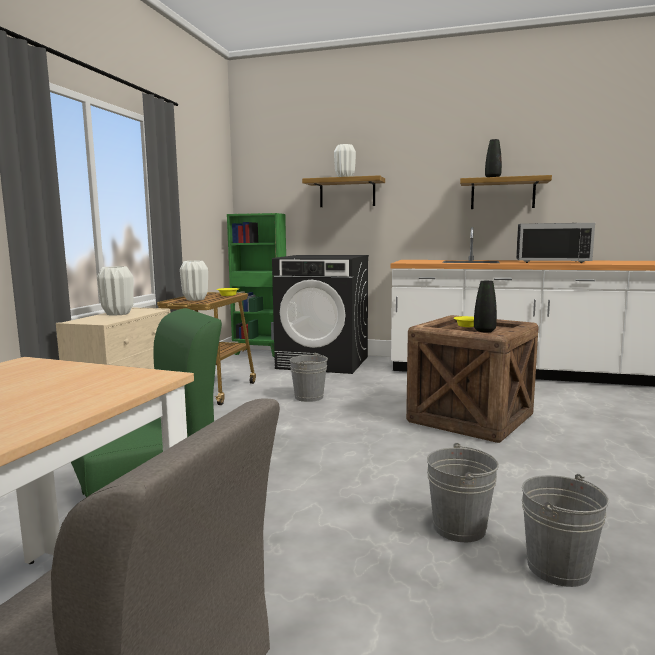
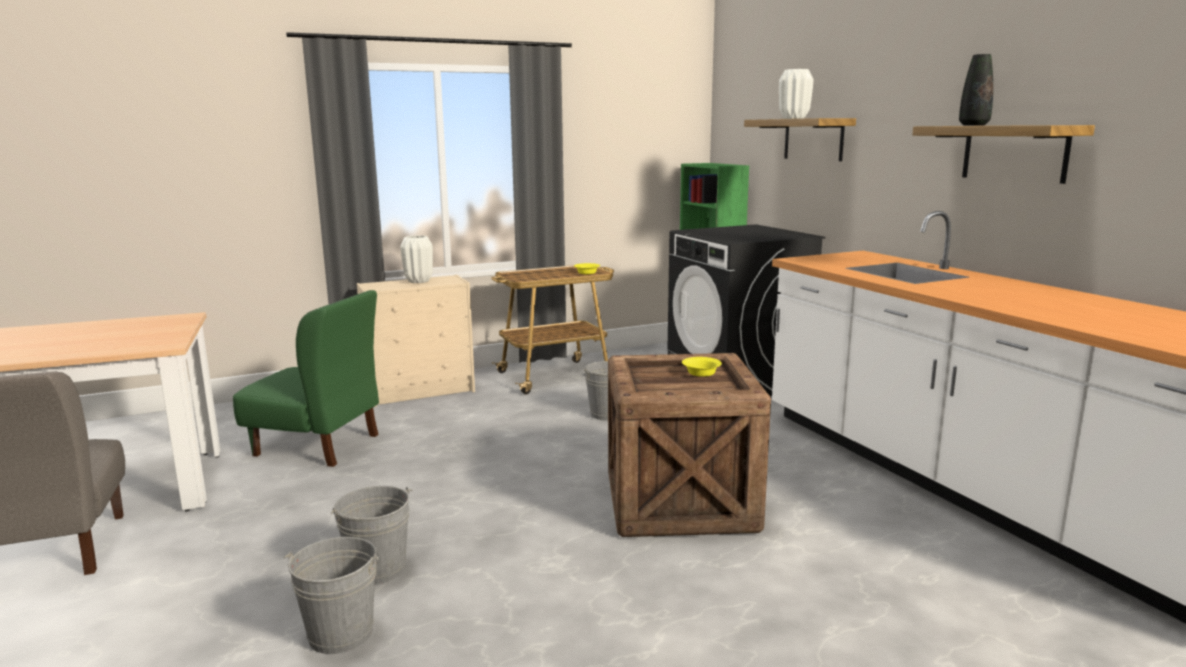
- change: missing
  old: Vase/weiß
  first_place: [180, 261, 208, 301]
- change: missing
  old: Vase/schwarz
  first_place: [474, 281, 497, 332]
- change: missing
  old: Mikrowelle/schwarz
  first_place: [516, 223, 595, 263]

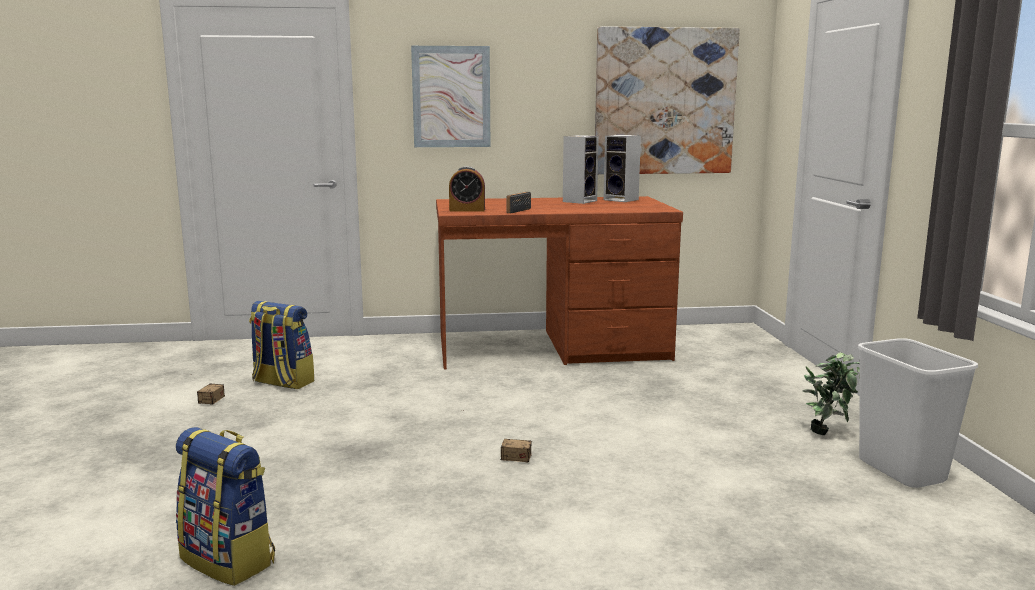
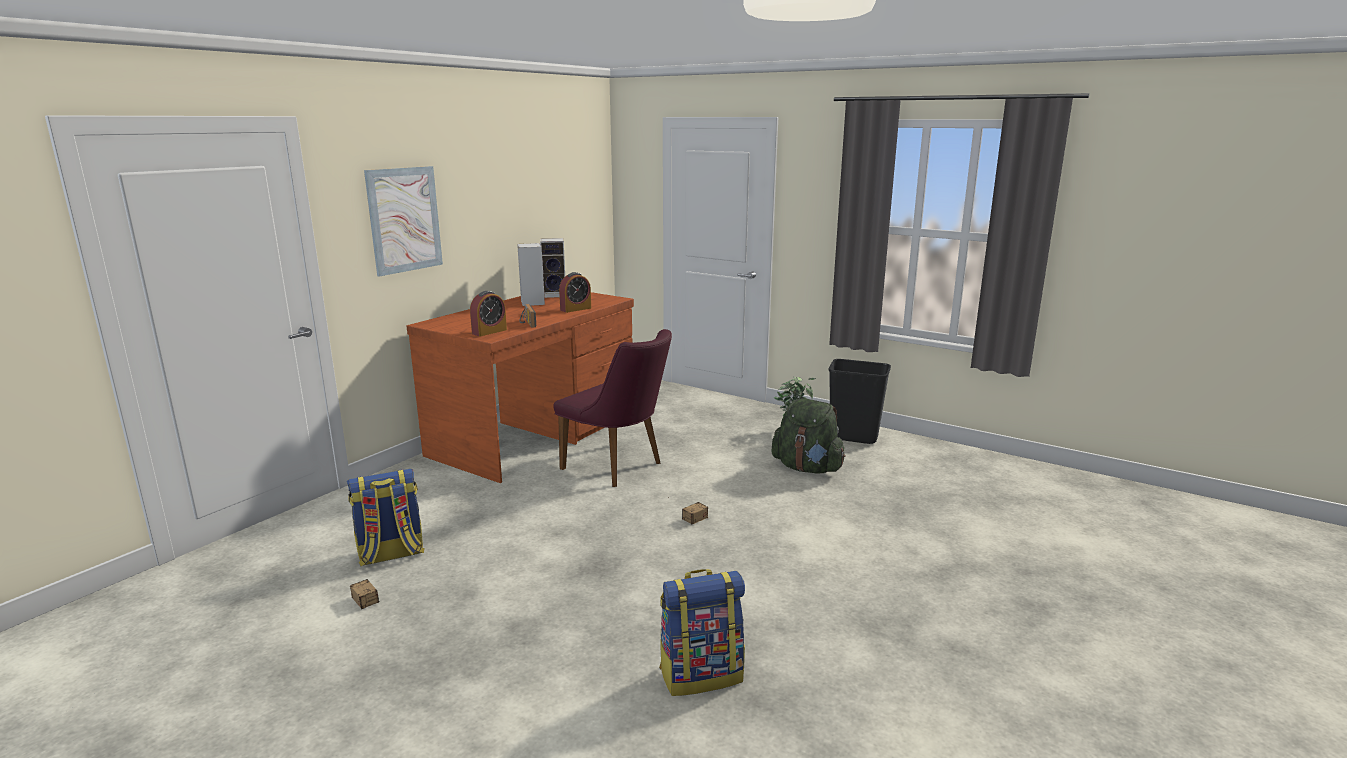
- change: missing
  old: Bild
  first_place: [595, 26, 740, 174]
- change: appeared
  new: Stuhl/lila
  second_place: [553, 329, 672, 487]
- change: appeared
  new: Wecker
  second_place: [559, 272, 591, 313]
- change: appeared
  new: Rucksack/grün
  second_place: [772, 399, 846, 474]
- change: colour
  old: Mülleimer/weiß
  new: Mülleimer/schwarz
  first_place: [858, 338, 978, 488]
  second_place: [828, 359, 891, 444]

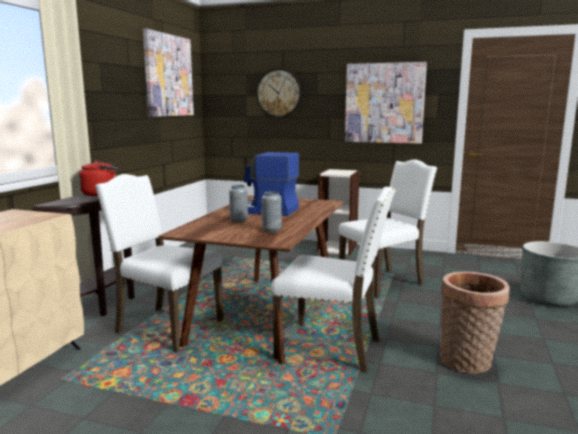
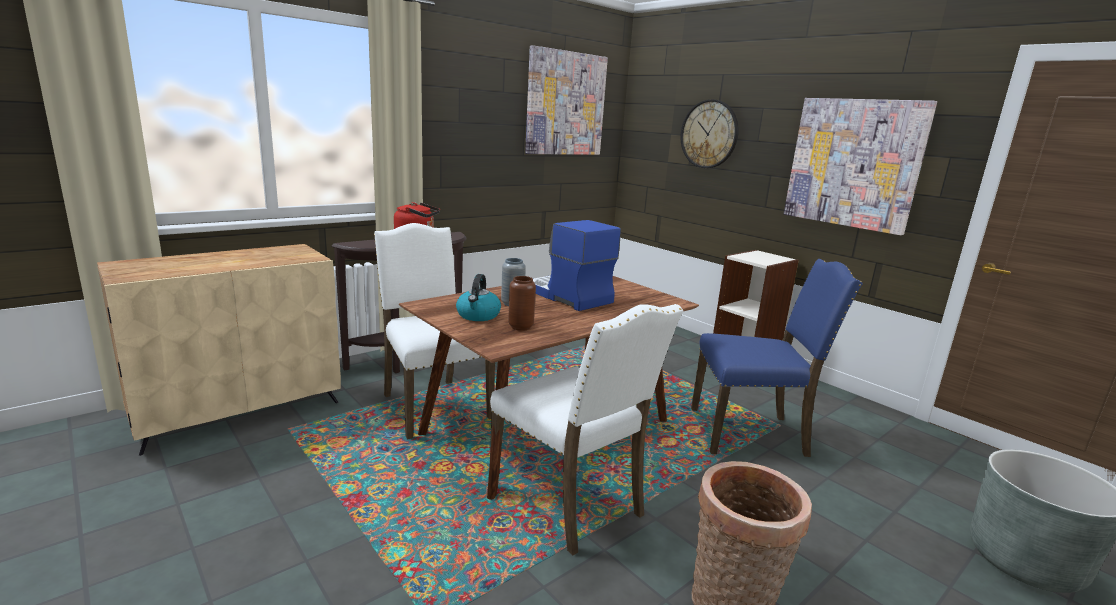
- change: appeared
  new: Wasserkessel
  second_place: [456, 274, 501, 321]
- change: colour
  old: Vase/grau
  new: Vase/braun
  first_place: [262, 191, 282, 232]
  second_place: [508, 276, 536, 331]
- change: colour
  old: Stuhl/weiß
  new: Stuhl/blau
  first_place: [339, 159, 437, 298]
  second_place: [691, 259, 863, 457]

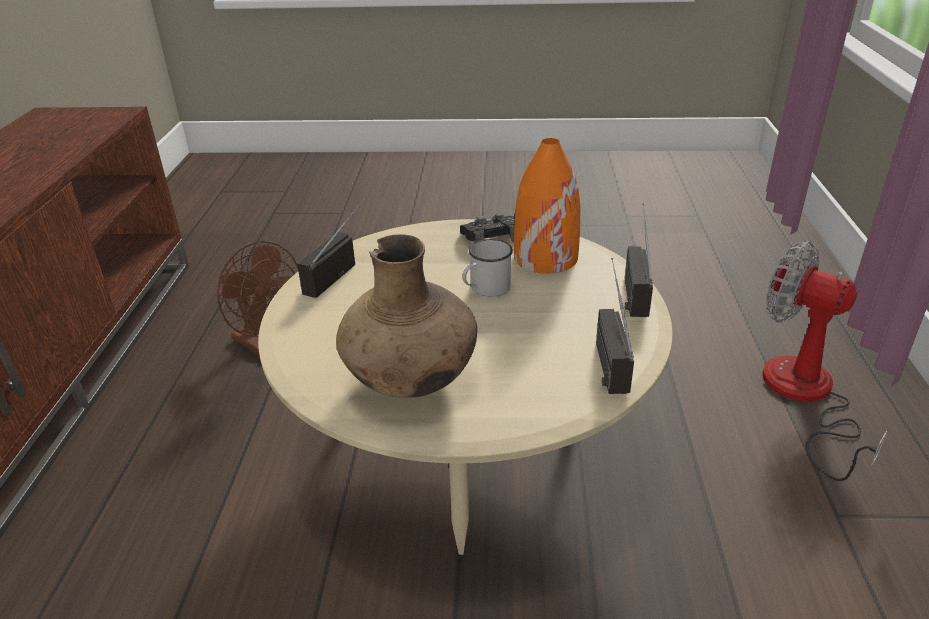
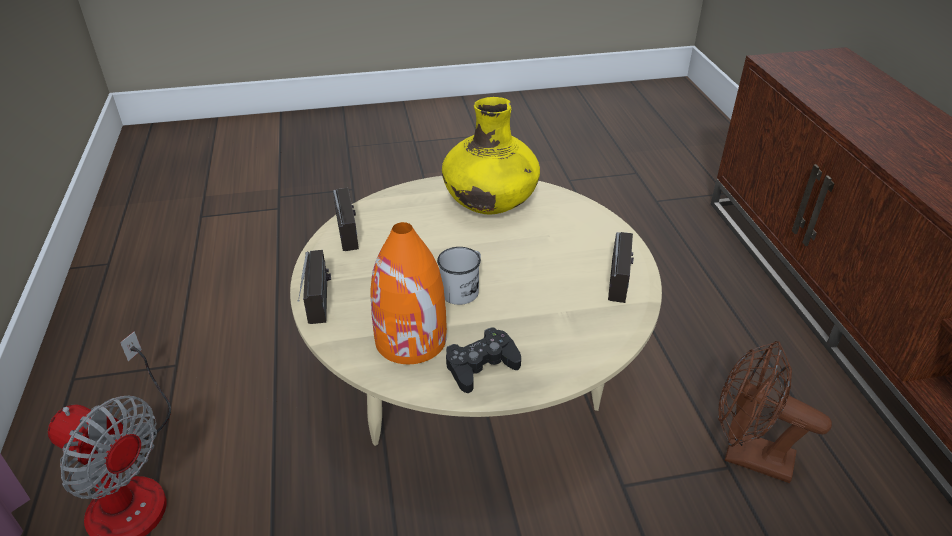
- change: colour
  old: Vase/braun
  new: Vase/gelb
  first_place: [336, 234, 477, 398]
  second_place: [442, 97, 540, 215]

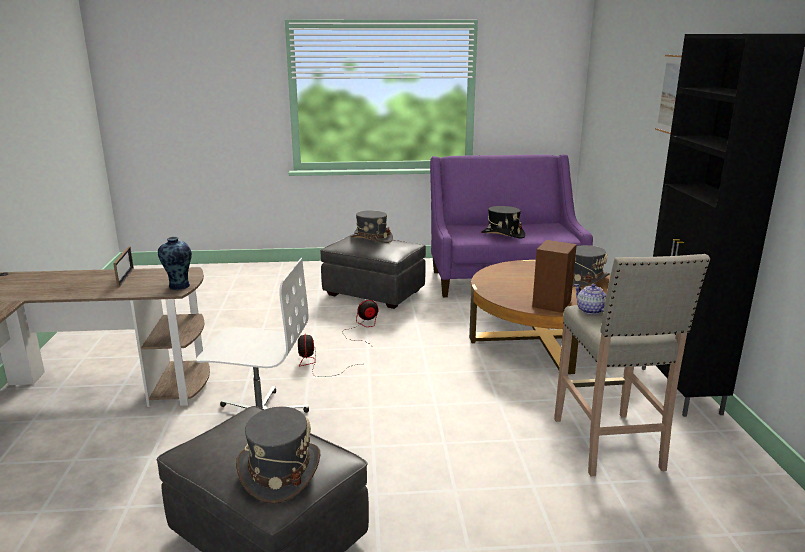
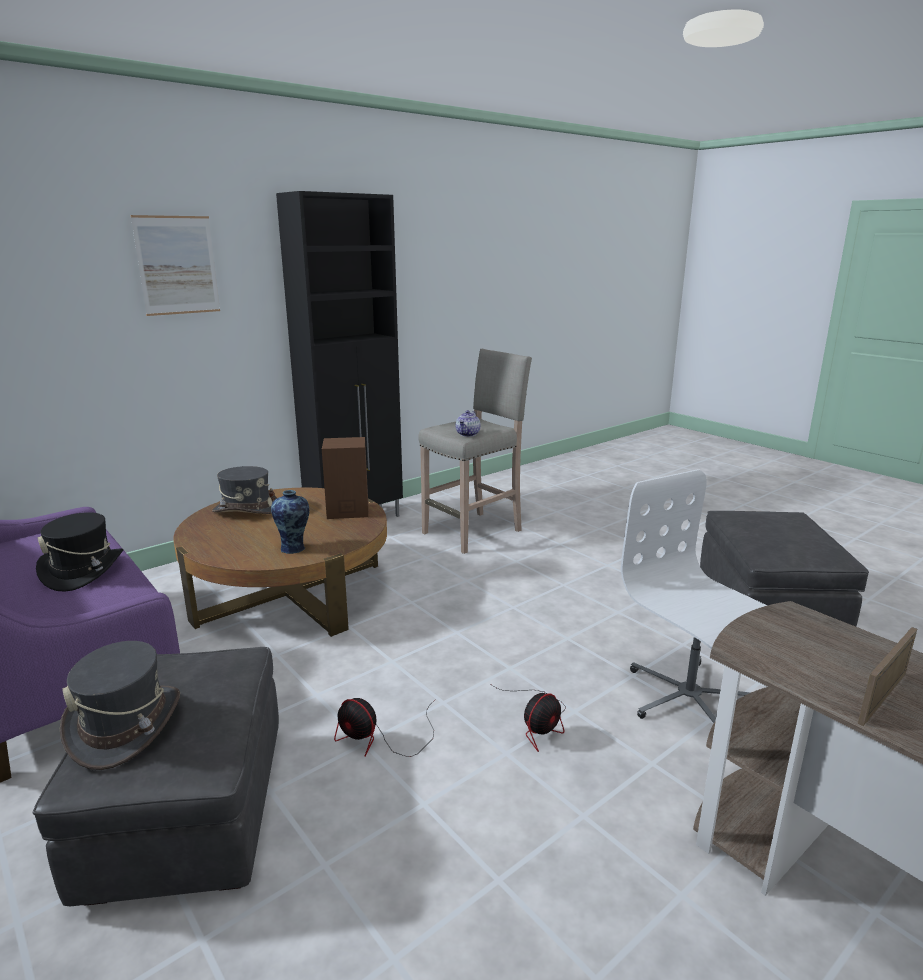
- change: missing
  old: Hut/grau
  first_place: [236, 406, 320, 504]
- change: relocated
  old: Vase
  first_place: [158, 237, 192, 290]
  second_place: [271, 490, 309, 554]

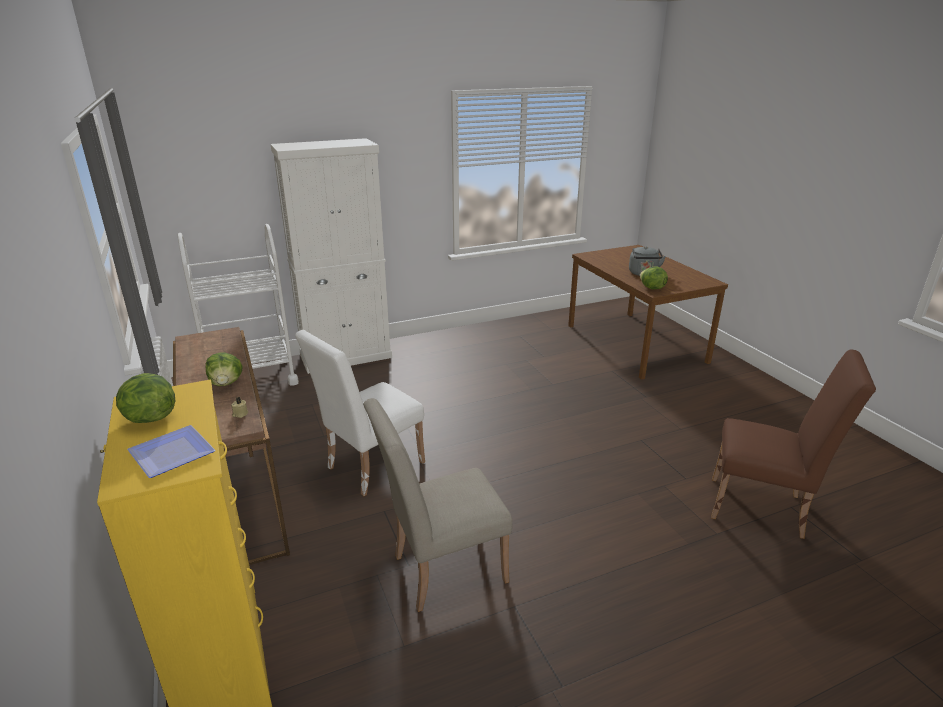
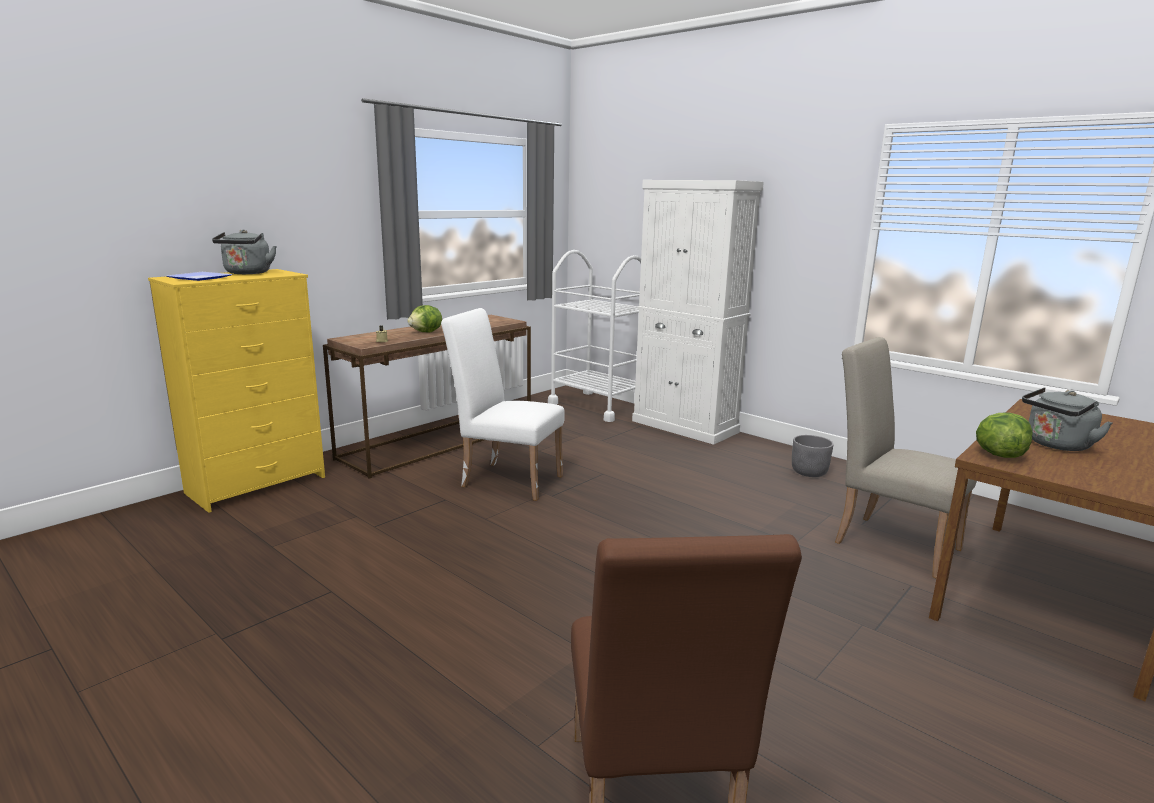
- change: appeared
  new: Pflanzkübel/grau
  second_place: [792, 435, 834, 477]
- change: relocated
  old: Stuhl/beige
  first_place: [363, 398, 512, 612]
  second_place: [835, 337, 977, 578]
- change: exchanged
  old: Salatkopf
  new: Wasserkessel/grau
  first_place: [116, 373, 175, 423]
  second_place: [212, 230, 277, 274]

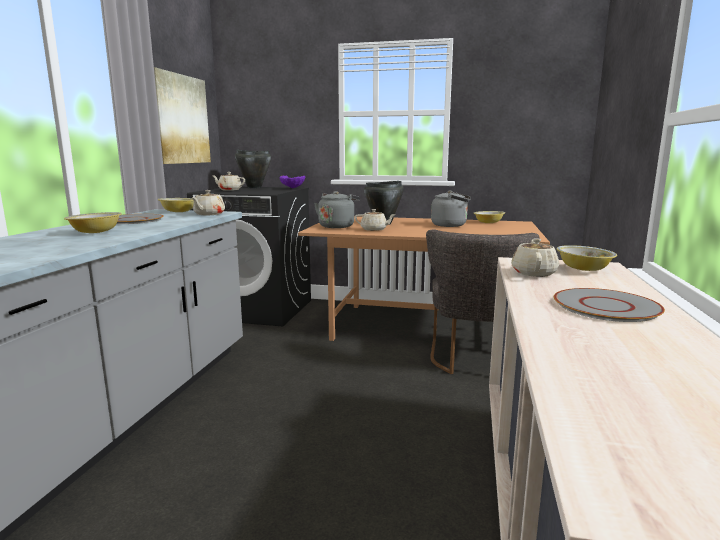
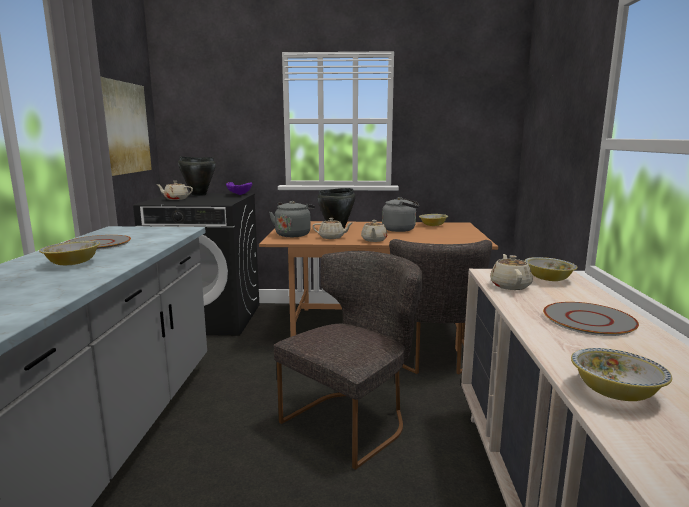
- change: appeared
  new: Stuhl/grau
  second_place: [274, 251, 423, 470]
- change: relocated
  old: Schüssel
  first_place: [158, 198, 194, 212]
  second_place: [571, 348, 672, 401]
- change: relocated
  old: Teekanne/beige
  first_place: [191, 190, 225, 215]
  second_place: [361, 220, 388, 242]

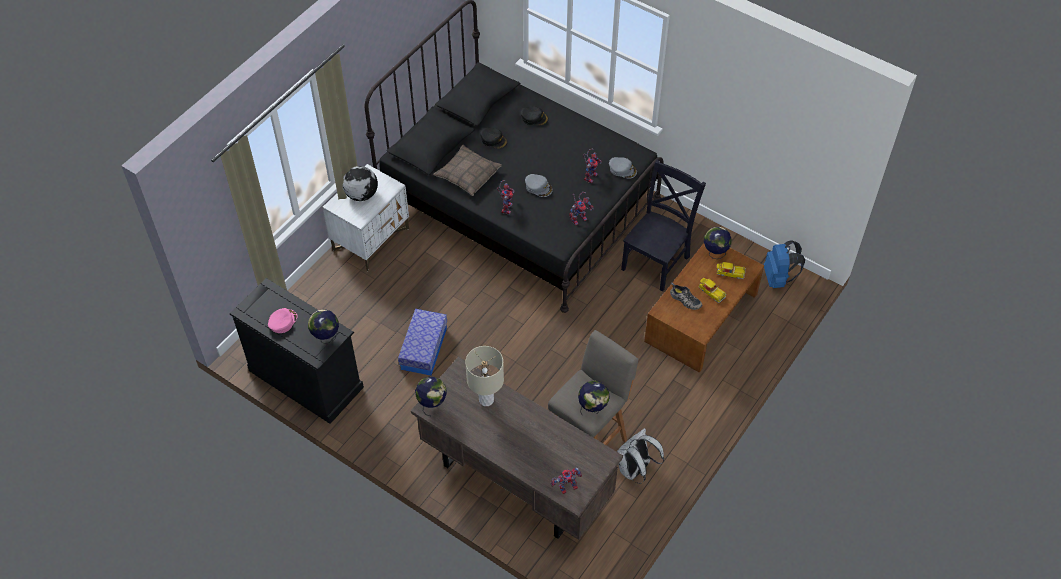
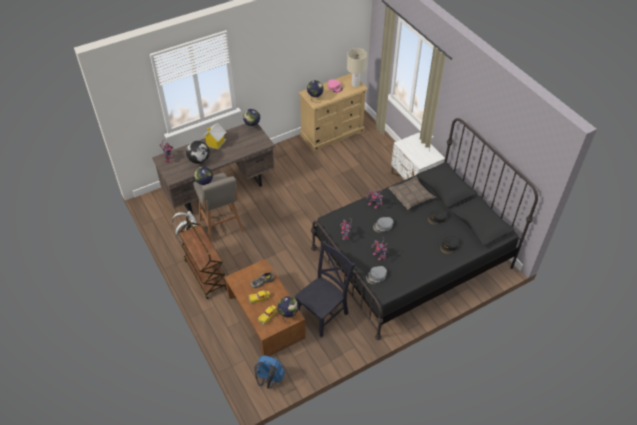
- change: missing
  old: Aufbewahrungsbox
  first_place: [398, 309, 447, 376]
- change: appeared
  new: Rollwagen/braun
  second_place: [178, 217, 227, 299]
- change: appeared
  new: Spielzeughaus
  second_place: [202, 123, 226, 150]
- change: relocated
  old: Globus
  first_place: [343, 166, 378, 201]
  second_place: [186, 141, 210, 164]
- change: relocated
  old: Tischlampe/beige
  first_place: [465, 346, 504, 406]
  second_place: [347, 48, 367, 87]
- change: colour
  old: Kommode/schwarz
  new: Kommode/beige
  first_place: [230, 278, 364, 424]
  second_place: [298, 73, 368, 152]
- change: spun
  old: Stuhl/schwarz
  first_place: [621, 159, 706, 291]
  second_place: [295, 241, 355, 337]
  degrees: -105

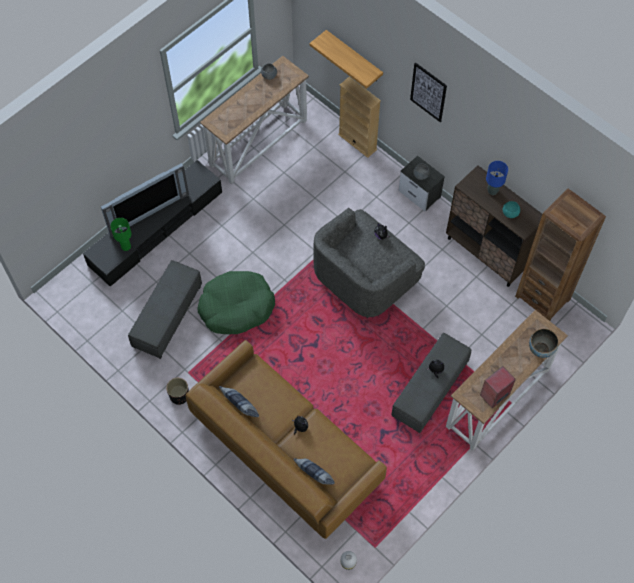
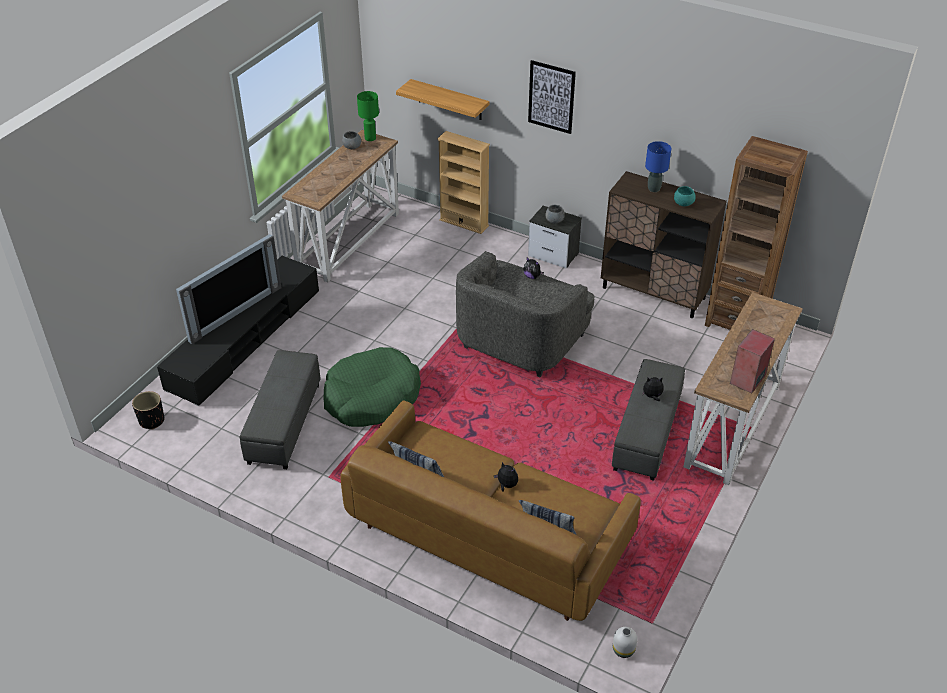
- change: missing
  old: Schüssel
  first_place: [529, 329, 558, 358]
- change: relocated
  old: Tischlampe/grün
  first_place: [110, 218, 131, 251]
  second_place: [357, 91, 379, 141]
- change: relocated
  old: Pflanzkübel/schwarz
  first_place: [166, 378, 189, 405]
  second_place: [132, 391, 164, 430]

